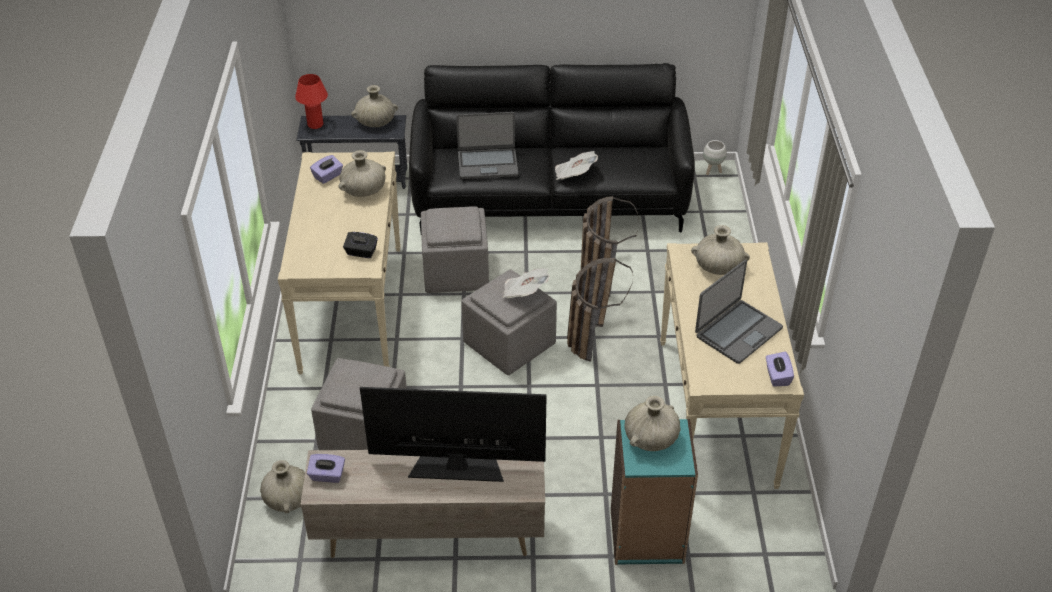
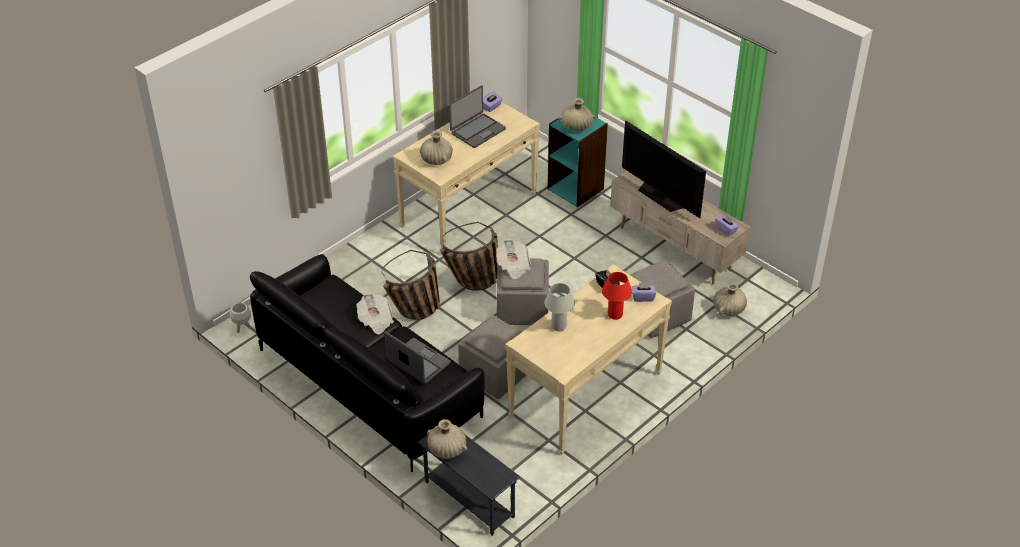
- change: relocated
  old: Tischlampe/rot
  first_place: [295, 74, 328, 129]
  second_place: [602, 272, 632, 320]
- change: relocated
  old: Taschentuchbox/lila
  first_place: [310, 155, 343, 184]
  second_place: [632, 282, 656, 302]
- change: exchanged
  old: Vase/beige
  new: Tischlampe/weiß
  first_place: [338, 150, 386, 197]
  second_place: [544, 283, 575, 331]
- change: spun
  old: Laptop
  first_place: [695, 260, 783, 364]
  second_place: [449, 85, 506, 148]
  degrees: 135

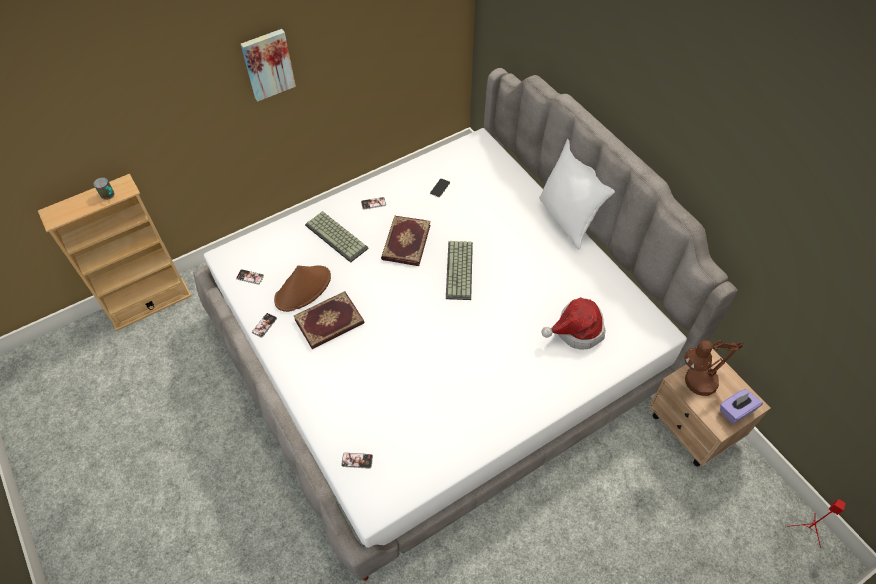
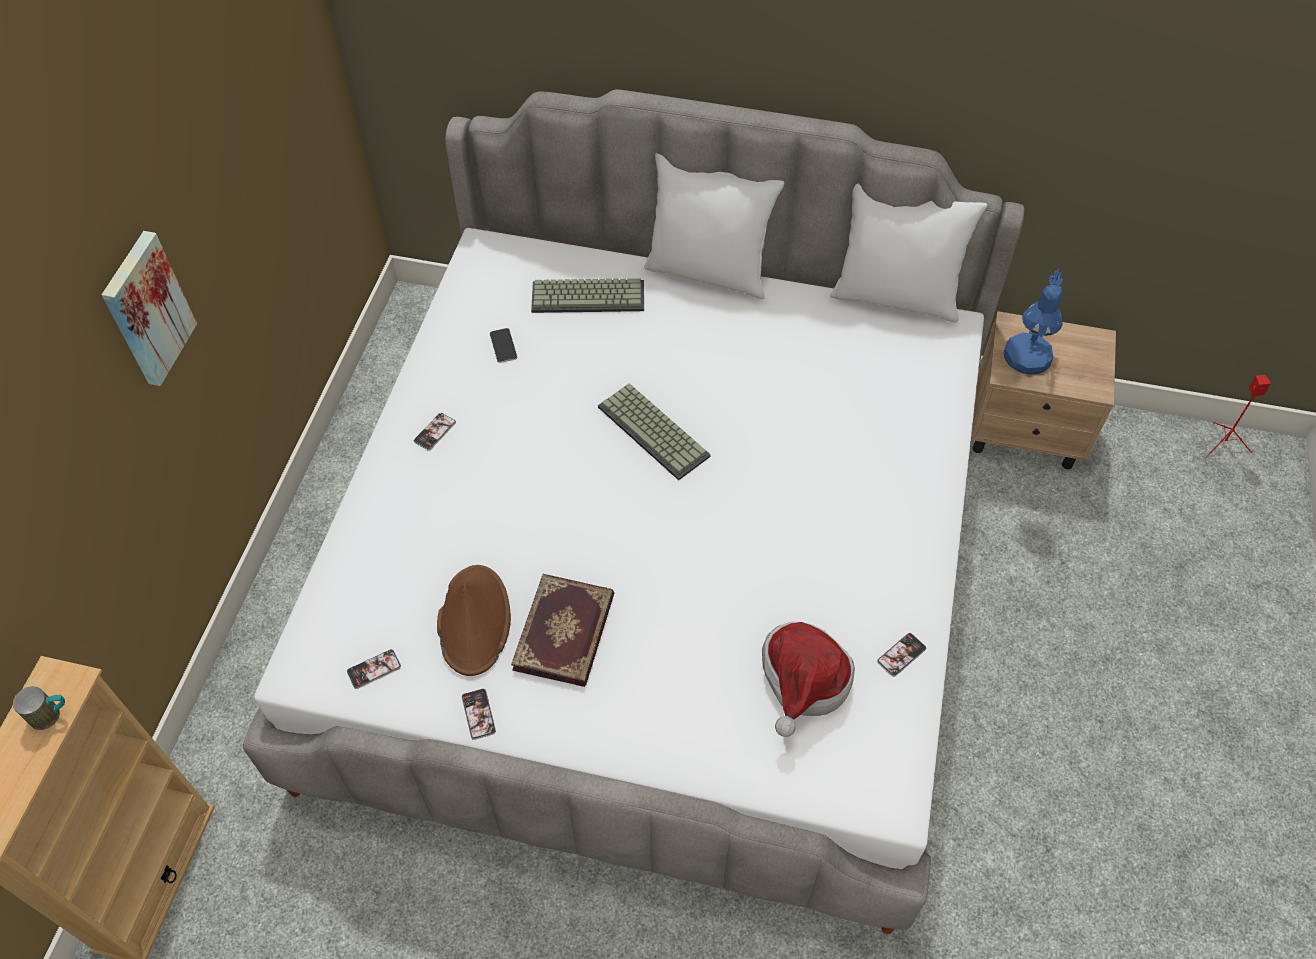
- change: missing
  old: Buch
  first_place: [381, 216, 430, 266]
- change: missing
  old: Taschentuchbox/lila
  first_place: [720, 389, 763, 424]
- change: appeared
  new: Kissen/weiß
  second_place: [830, 183, 987, 323]
- change: relocated
  old: Tastatur
  first_place: [305, 211, 369, 263]
  second_place: [531, 278, 644, 313]
- change: relocated
  old: Handy
  first_place: [341, 453, 373, 469]
  second_place: [877, 633, 926, 677]
- change: relocated
  old: Hut
  first_place: [541, 297, 606, 350]
  second_place: [762, 622, 855, 737]
- change: colour
  old: Tischlampe/braun
  new: Tischlampe/blau
  first_place: [684, 340, 744, 396]
  second_place: [1003, 269, 1064, 374]

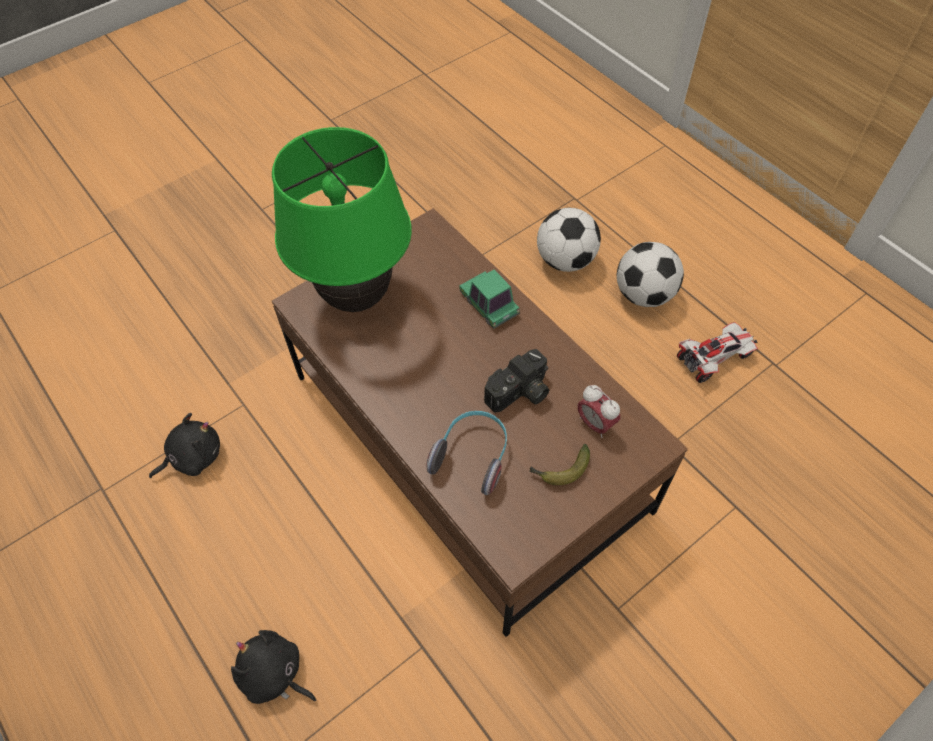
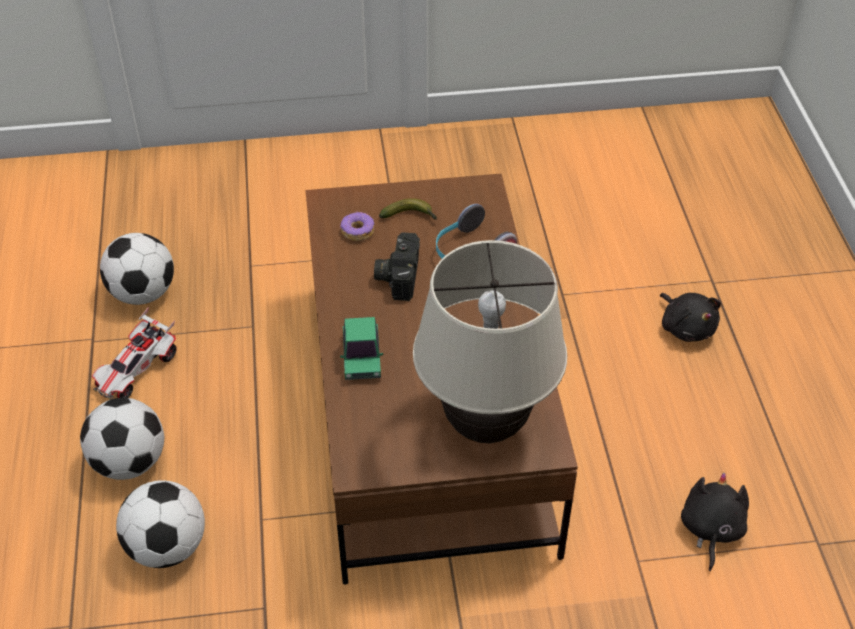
- change: appeared
  new: Fußball
  second_place: [100, 233, 174, 305]
- change: exchanged
  old: Wecker
  new: Donut
  first_place: [578, 385, 620, 438]
  second_place: [340, 212, 374, 241]
- change: colour
  old: Tischlampe/grün
  new: Tischlampe/beige
  first_place: [272, 127, 412, 312]
  second_place: [413, 240, 567, 443]
- change: spun
  old: Plüschtier/schwarz
  first_place: [149, 413, 220, 478]
  second_place: [681, 473, 749, 571]
  degrees: 105
- change: spun
  old: Kamera
  first_place: [484, 349, 549, 413]
  second_place: [374, 232, 420, 301]
  degrees: -75
- change: spun
  old: Spielzeugauto
  first_place: [677, 322, 758, 383]
  second_place: [92, 307, 177, 400]
  degrees: -60

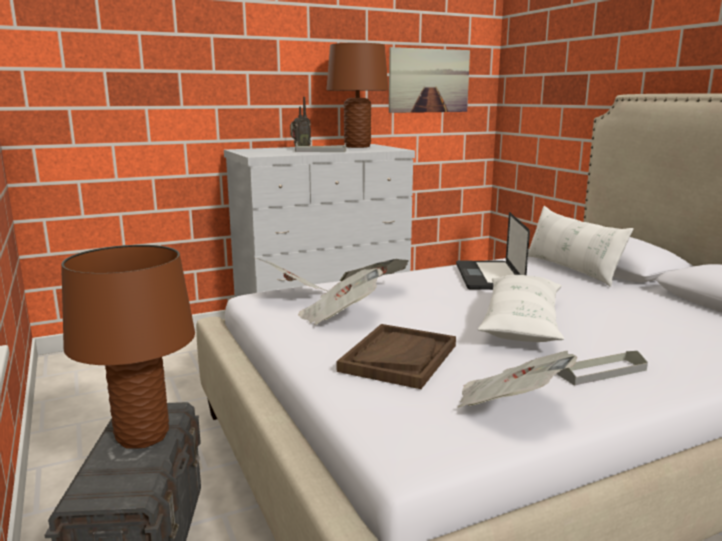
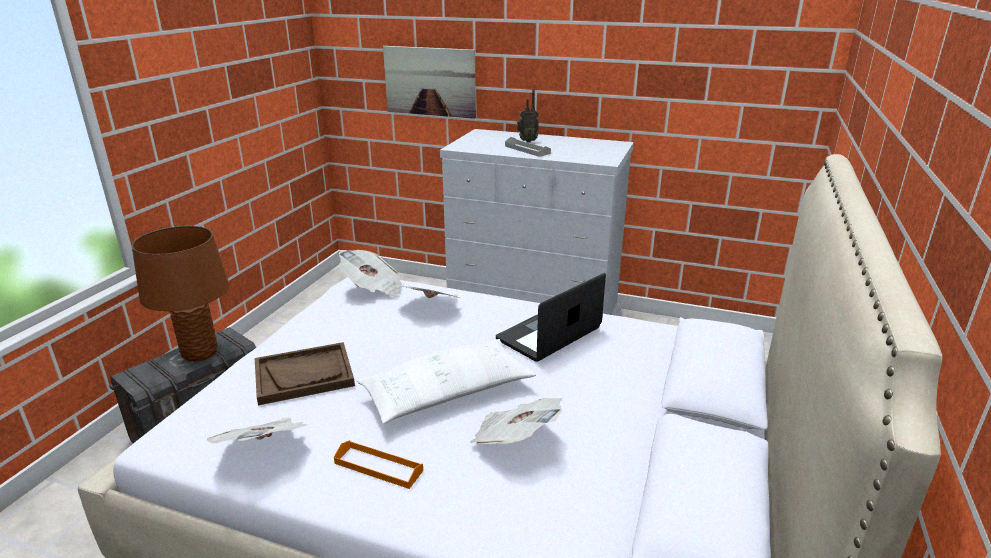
- change: missing
  old: Tischlampe/braun
  first_place: [326, 43, 389, 148]
- change: missing
  old: Kissen/weiß
  first_place: [528, 206, 634, 287]
- change: relocated
  old: Zeitung
  first_place: [298, 268, 383, 325]
  second_place: [470, 398, 562, 444]
- change: relocated
  old: Bild
  first_place: [389, 47, 470, 113]
  second_place: [383, 46, 476, 119]
- change: colour
  old: Tablett/grau
  new: Tablett/orange
  first_place: [557, 351, 648, 386]
  second_place: [334, 440, 423, 489]

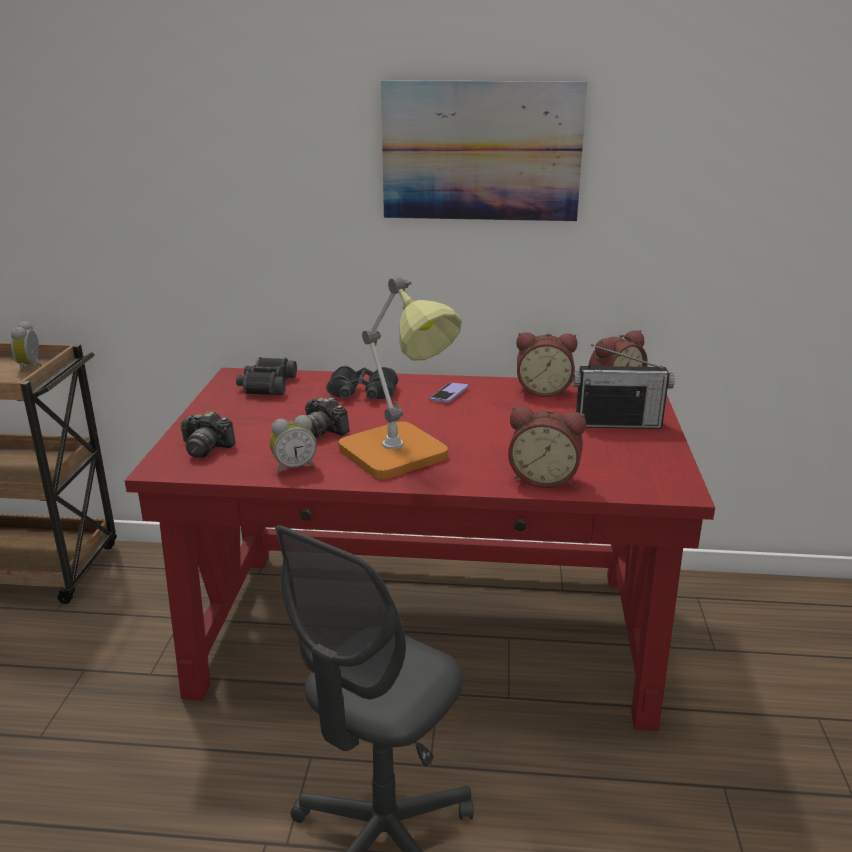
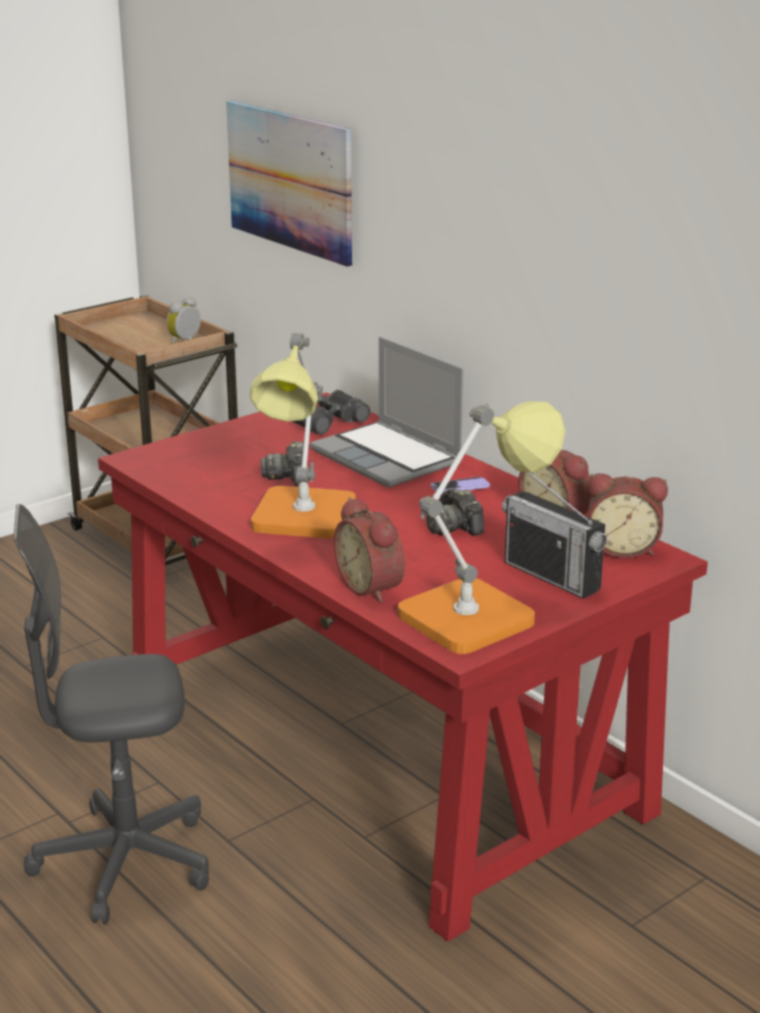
- change: missing
  old: Wecker
  first_place: [270, 415, 317, 474]
- change: appeared
  new: Tischlampe
  second_place: [398, 401, 565, 654]
- change: relocated
  old: Kamera
  first_place: [180, 411, 236, 458]
  second_place: [426, 488, 484, 536]
- change: relocated
  old: Bild
  first_place: [381, 80, 587, 221]
  second_place: [226, 101, 352, 267]
- change: exchanged
  old: Fernglas/schwarz
  new: Laptop
  first_place: [326, 366, 398, 399]
  second_place: [310, 337, 463, 488]

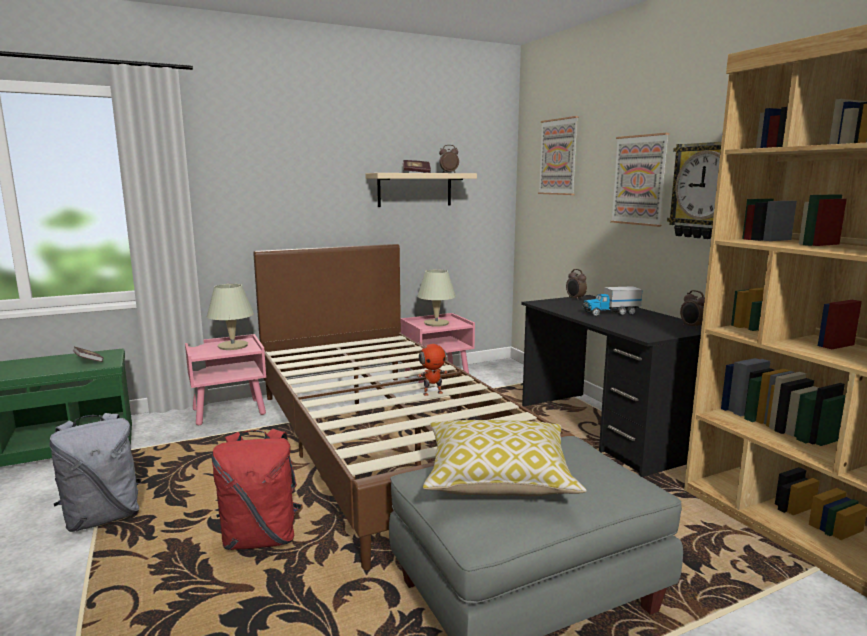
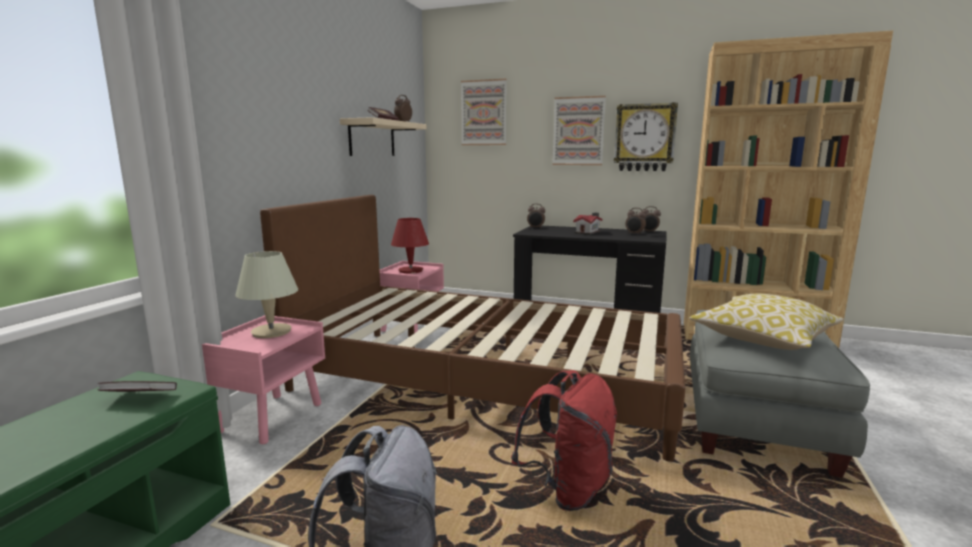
- change: missing
  old: Spielzeugroboter
  first_place: [417, 342, 448, 396]
- change: appeared
  new: Wecker
  second_place: [625, 208, 646, 235]
- change: exchanged
  old: Spielzeuglaster
  new: Spielzeughaus
  first_place: [583, 286, 642, 316]
  second_place: [573, 212, 602, 235]
- change: colour
  old: Tischlampe/beige
  new: Tischlampe/rot
  first_place: [417, 270, 456, 327]
  second_place: [391, 218, 429, 273]

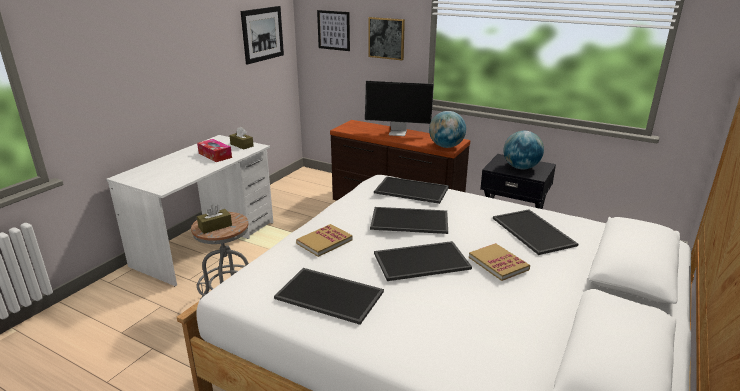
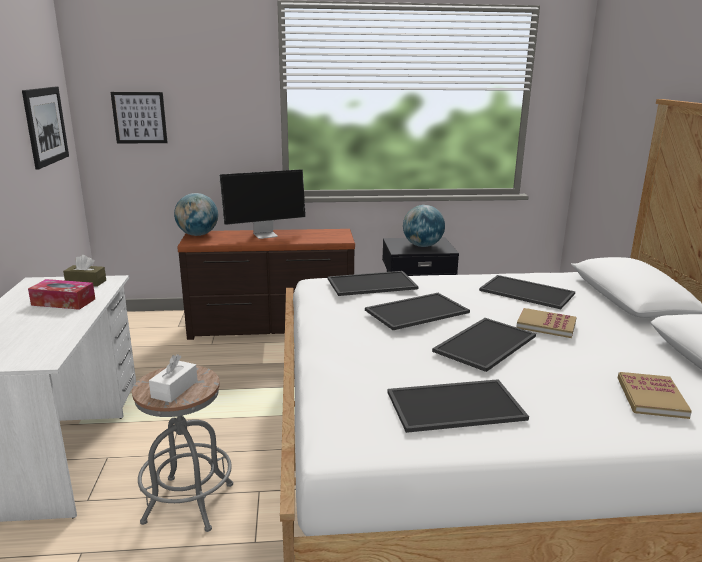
- change: missing
  old: Bild
  first_place: [368, 17, 405, 60]
- change: relocated
  old: Buch
  first_place: [296, 224, 352, 257]
  second_place: [618, 372, 692, 419]
- change: relocated
  old: Globus
  first_place: [429, 111, 466, 148]
  second_place: [174, 193, 218, 236]
- change: colour
  old: Taschentuchbox/braun
  new: Taschentuchbox/weiß
  first_place: [197, 204, 232, 234]
  second_place: [149, 354, 198, 403]

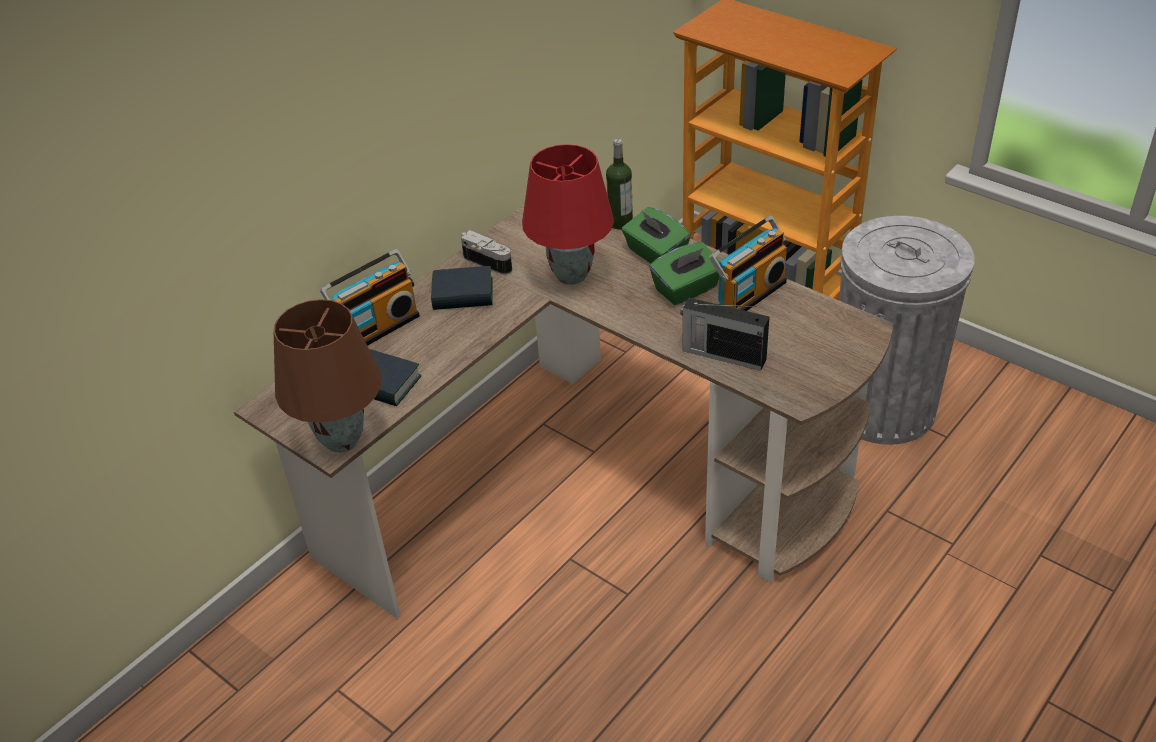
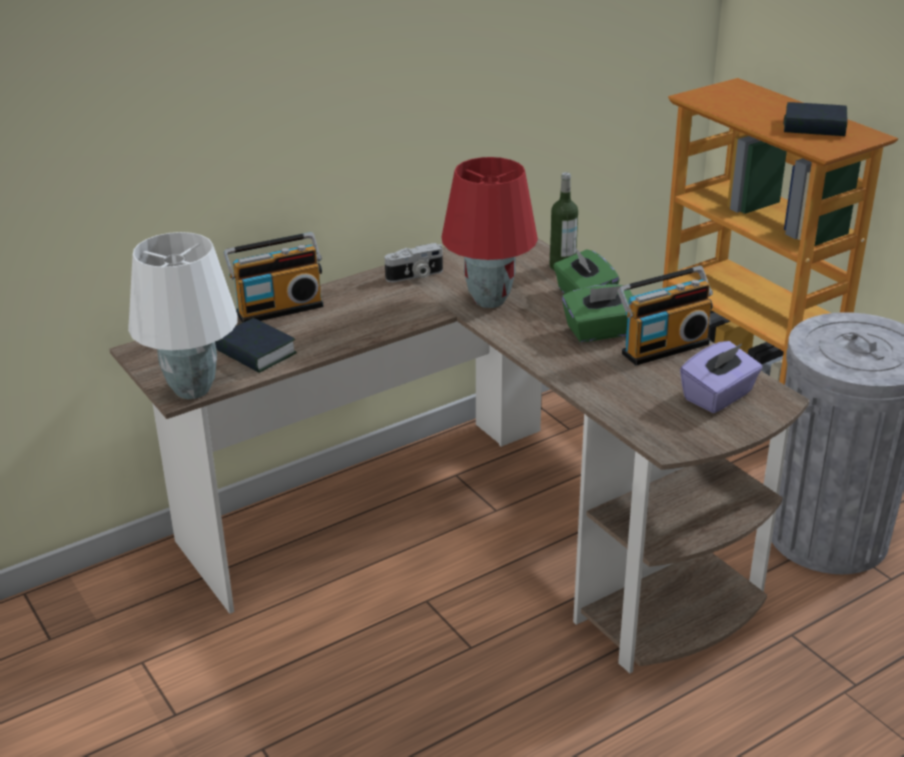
- change: missing
  old: Radio
  first_place: [681, 298, 769, 371]
- change: appeared
  new: Taschentuchbox/lila
  second_place: [680, 341, 763, 413]
- change: relocated
  old: Buch
  first_place: [431, 266, 492, 310]
  second_place: [784, 102, 847, 136]
- change: colour
  old: Tischlampe/braun
  new: Tischlampe/weiß
  first_place: [274, 299, 381, 453]
  second_place: [128, 232, 238, 399]
- change: spun
  old: Kamera
  first_place: [461, 230, 512, 275]
  second_place: [385, 243, 443, 282]
  degrees: 105

